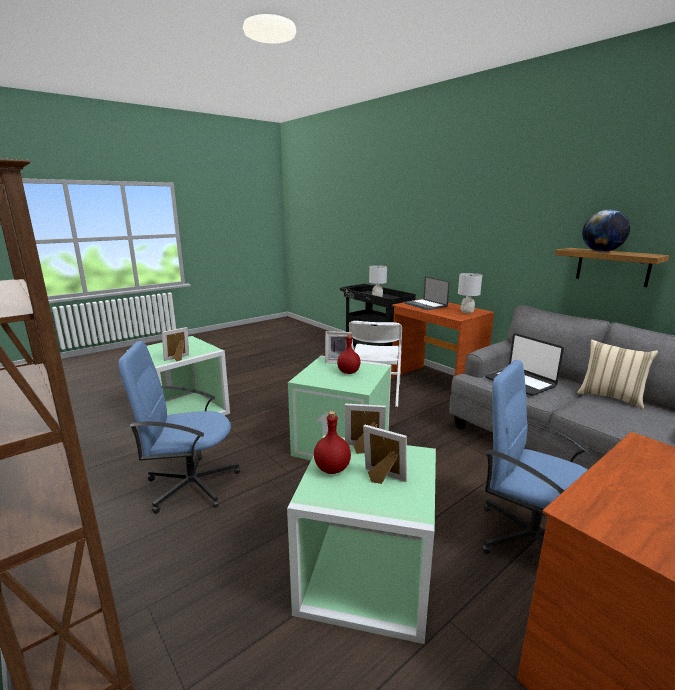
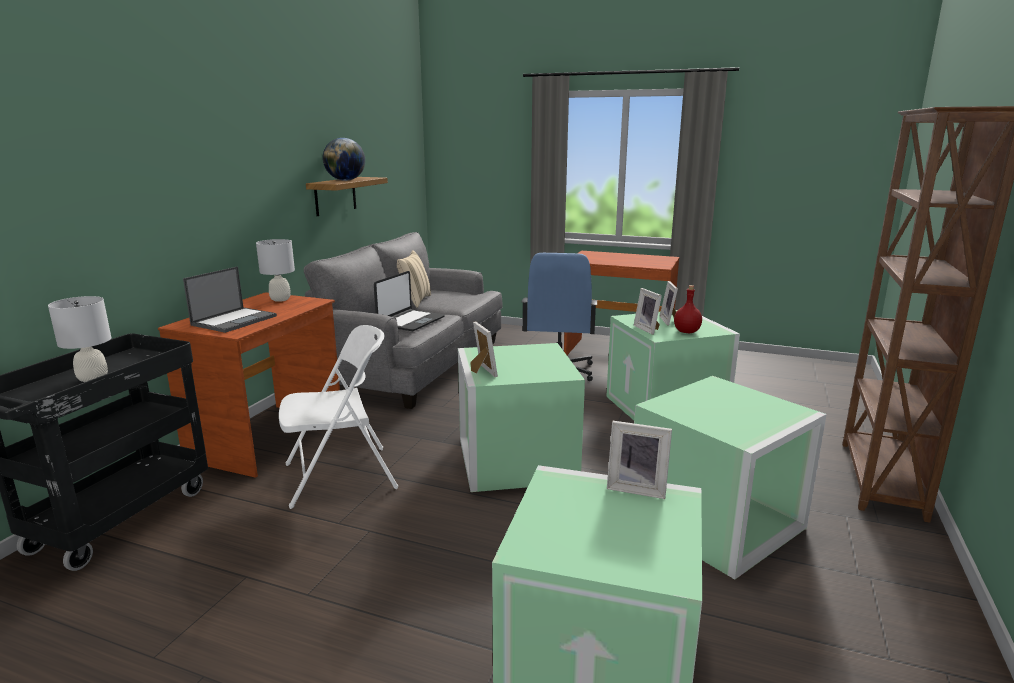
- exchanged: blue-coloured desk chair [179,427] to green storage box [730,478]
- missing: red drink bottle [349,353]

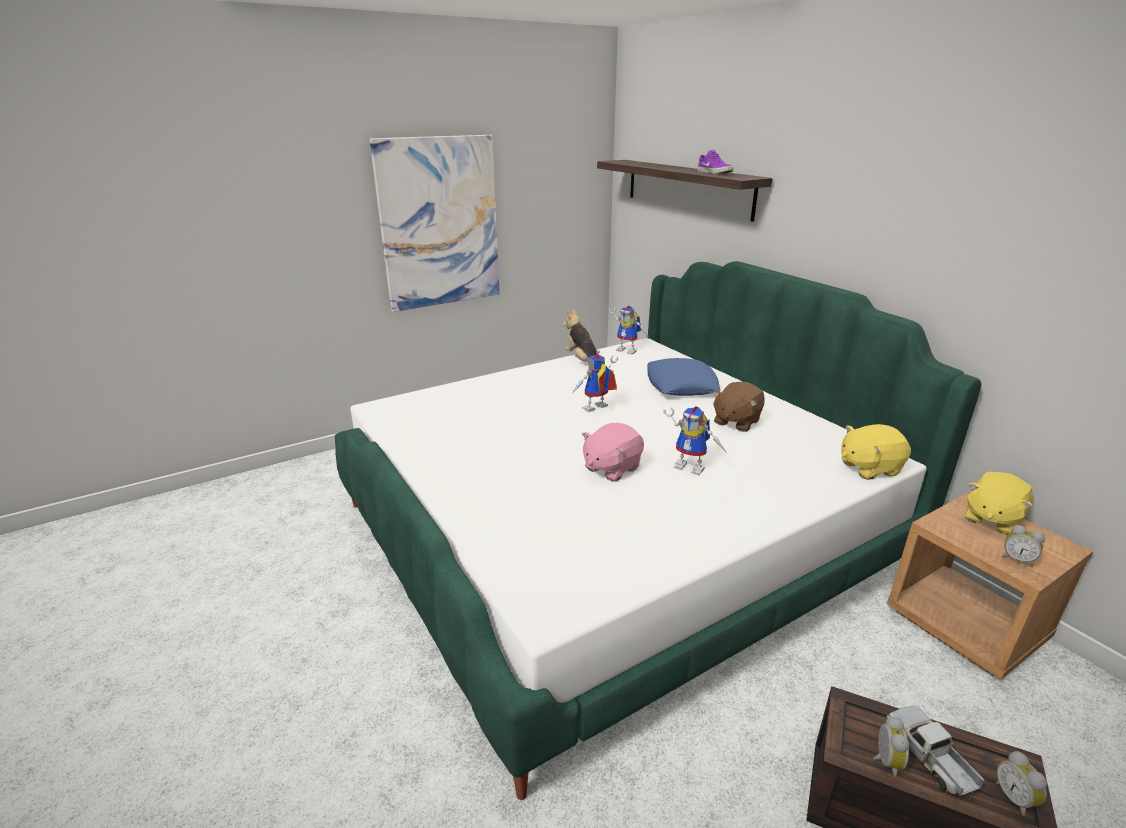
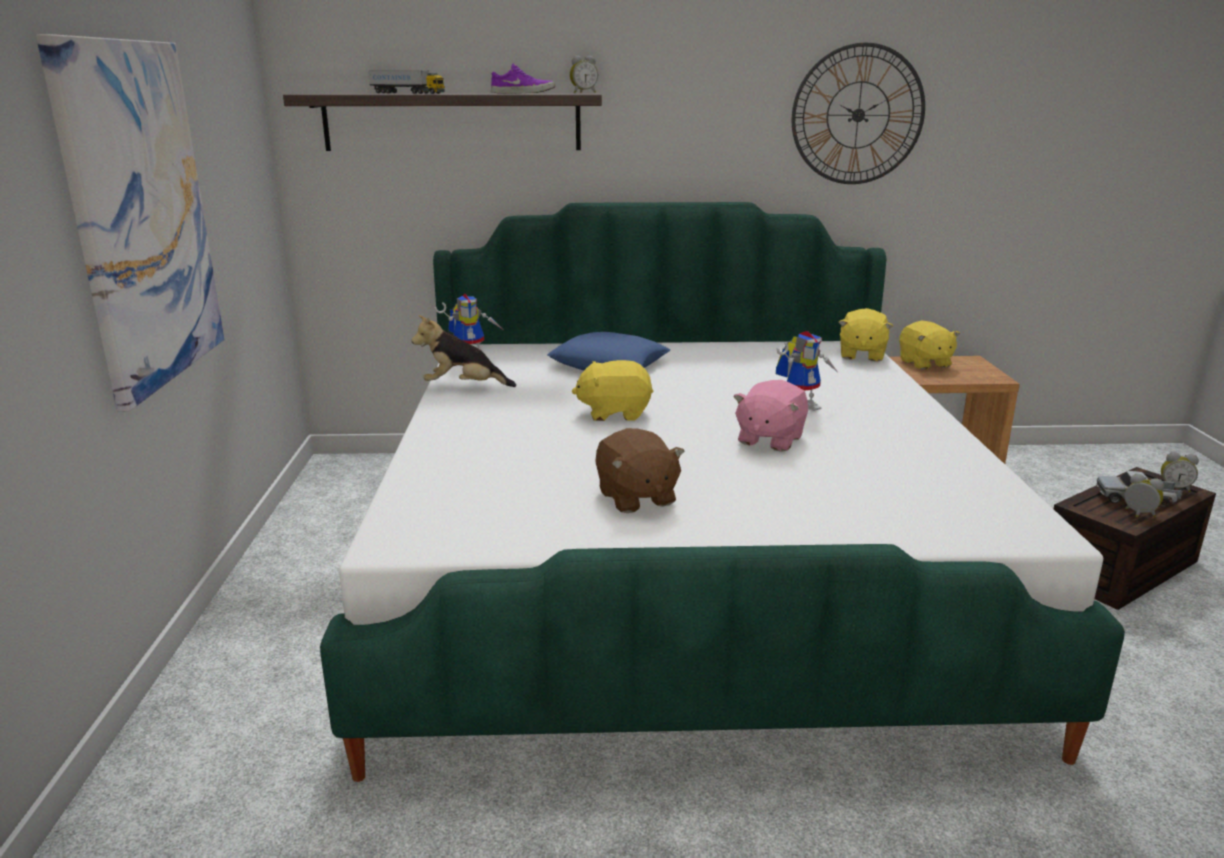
- appeared: toy truck [406,82]
- relocated: bedside clock [1023,546] to [584,74]
- exchanged: robot figure [594,383] to yellow-coloured plush toy [612,390]
- relocated: brown-coloured plush toy [739,407] to [640,470]
- spun: pink-coloured plush toy [613,452] = [770,416] 45 degrees clockwise
- appeared: wall clock [858,113]

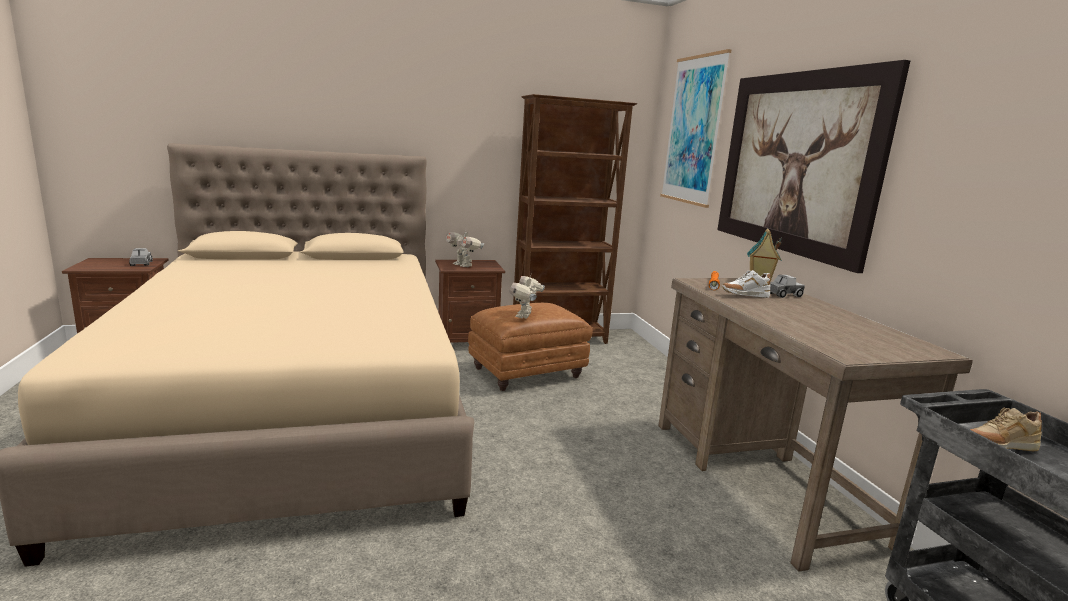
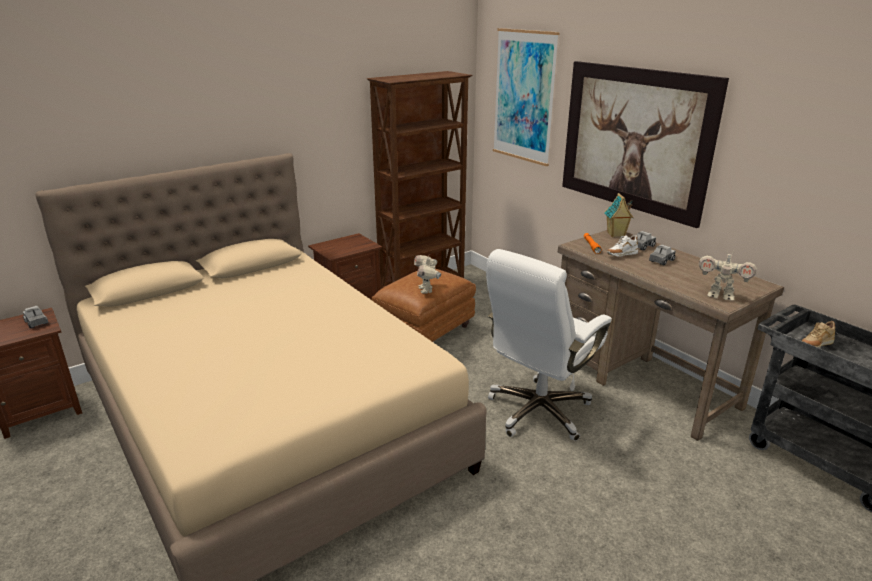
- appeared: whitish desk chair [549,345]
- appeared: toy truck [662,254]
- relocated: robot figure [465,248] to [728,275]

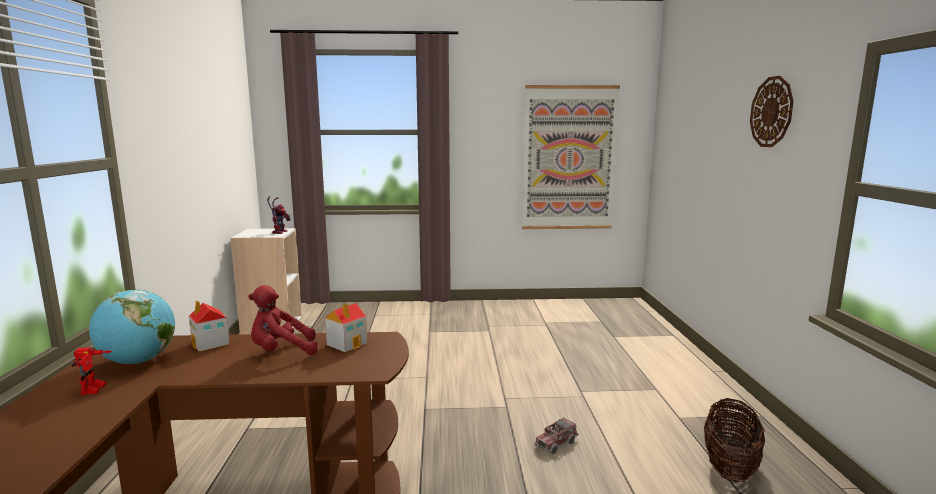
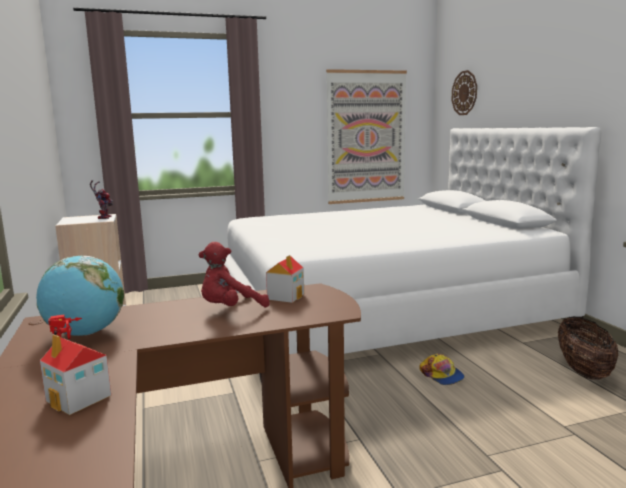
- relocated: toy house [209,325] to [75,375]
- appeared: whitish bedroom bed [412,253]
- exchanged: toy truck [557,435] to cap [442,369]
- relocated: wall clock [772,111] to [464,92]

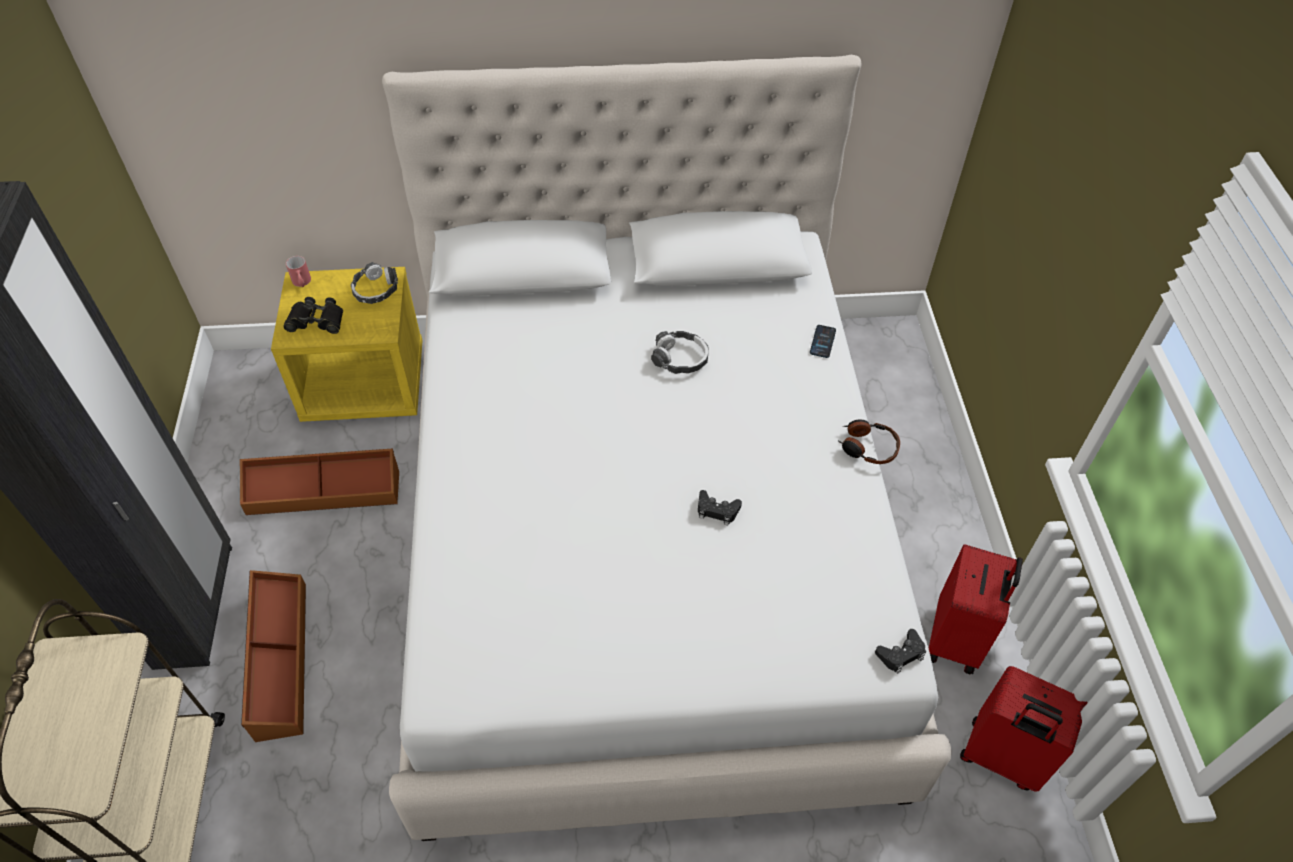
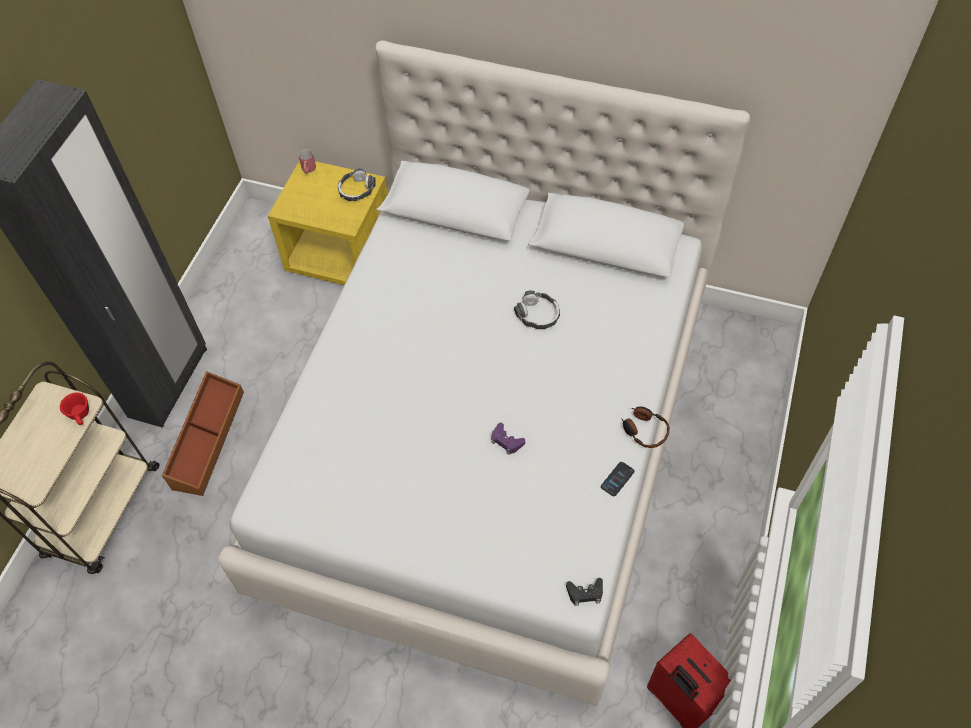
- appeared: red small cup [74,408]
- colour: black joypad [720,507] to purplish joypad [508,439]
- relocated: phone [823,341] to [618,479]
- missing: brown-coloured storage box [319,481]
- missing: black binoculars [313,315]
- missing: red piece of luggage [976,609]

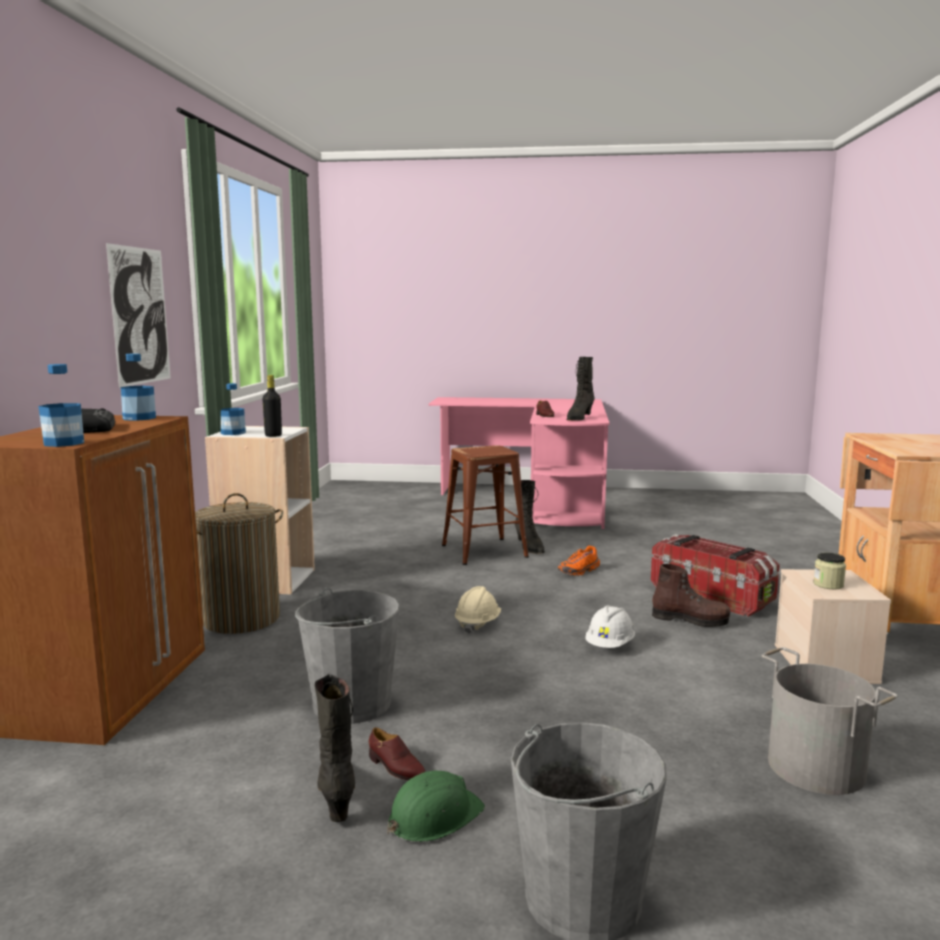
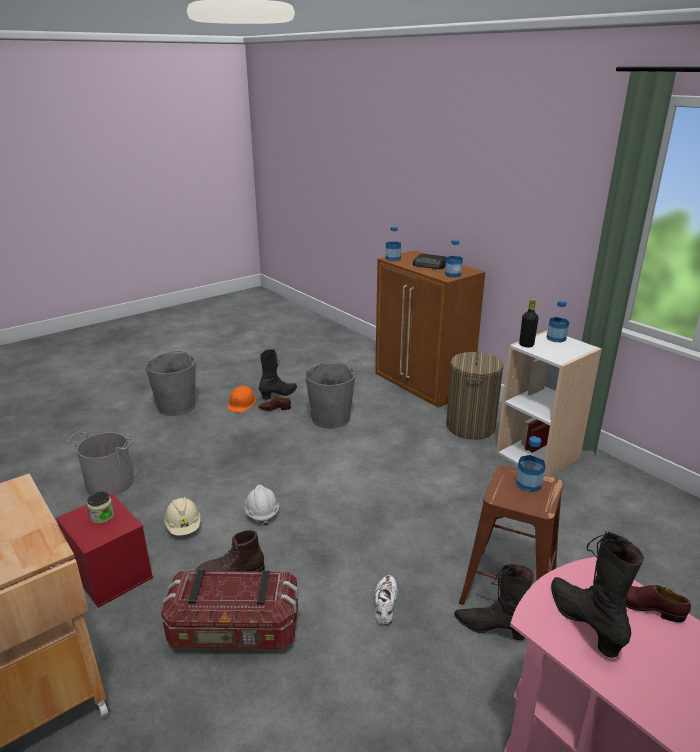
- colour: beige-coloured storage box [833,626] to red storage box [104,551]
- relocated: beige-coloured safety helmet [478,610] to [182,516]
- colour: green safety helmet [436,806] to orangey safety helmet [242,399]
- spun: black tall boot [335,748] = [278,374] 75 degrees counterclockwise
- colour: orangey low shoe [579,561] to whitish low shoe [386,600]
- appeared: drink bottle [531,464]
- missing: wall art [138,315]

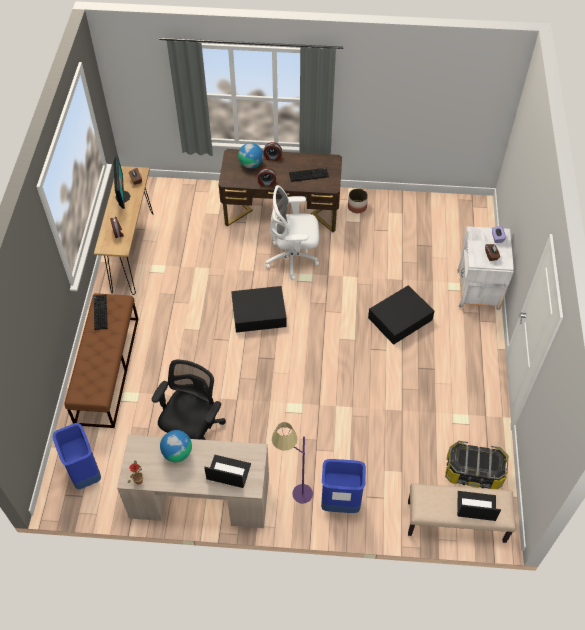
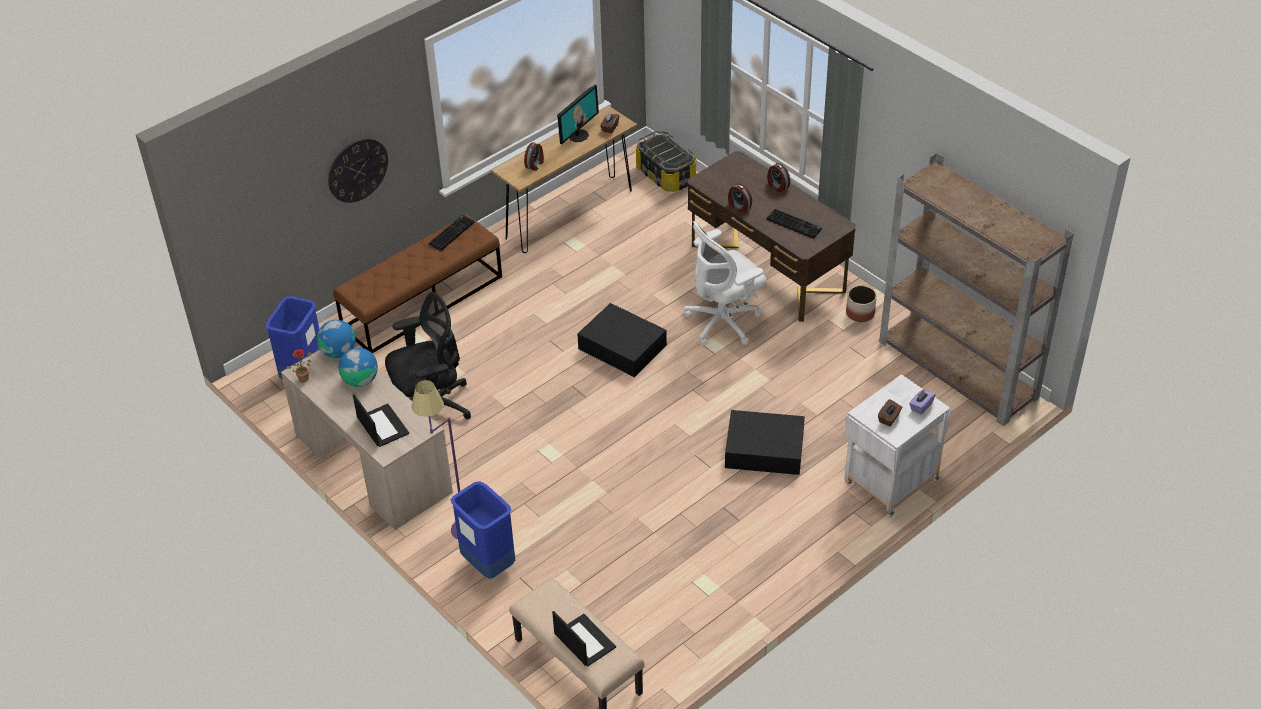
- relocated: world globe [250,155] to [336,339]
- appeared: wall clock [358,170]
- relocated: storage box [476,465] to [666,161]
- spun: whitish desk chair [292,232] = [725,283] 75 degrees counterclockwise
- appeared: brown-coloured shelving unit [976,289]

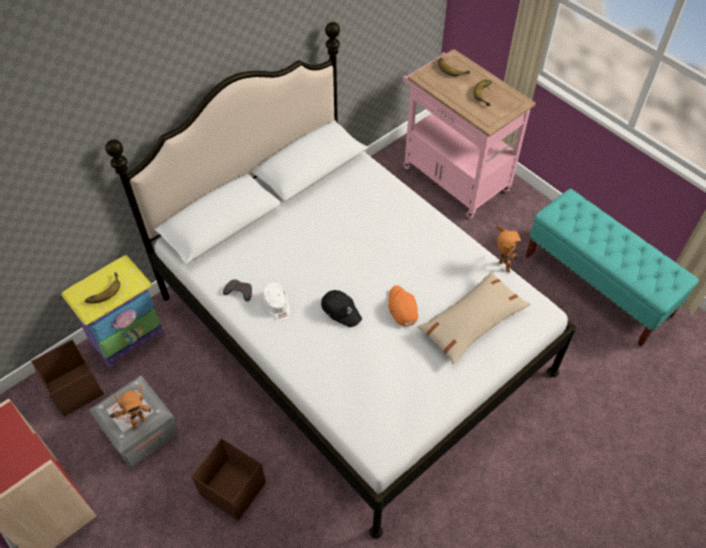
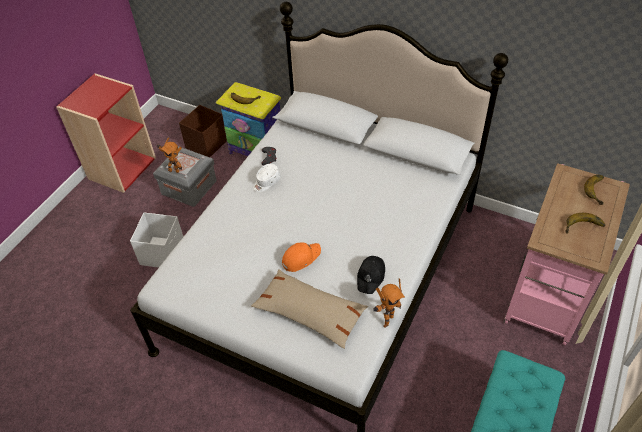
- colour: brown-coloured storage box [229,479] to whitish storage box [156,240]
- relocated: black cap [341,308] to [371,275]

